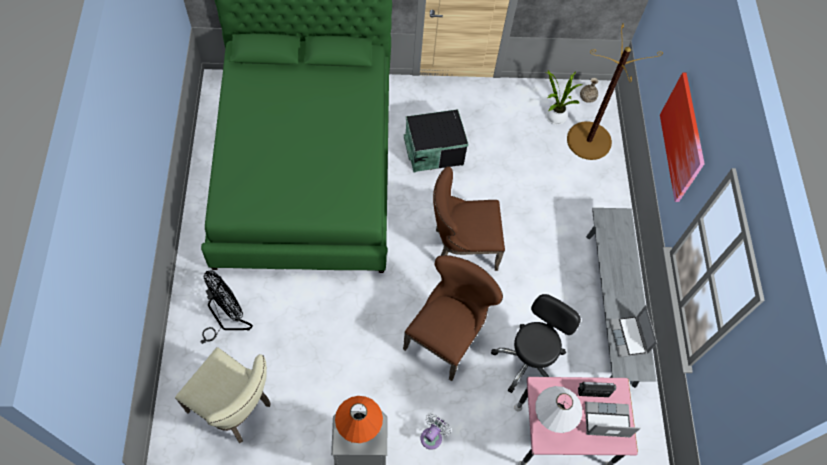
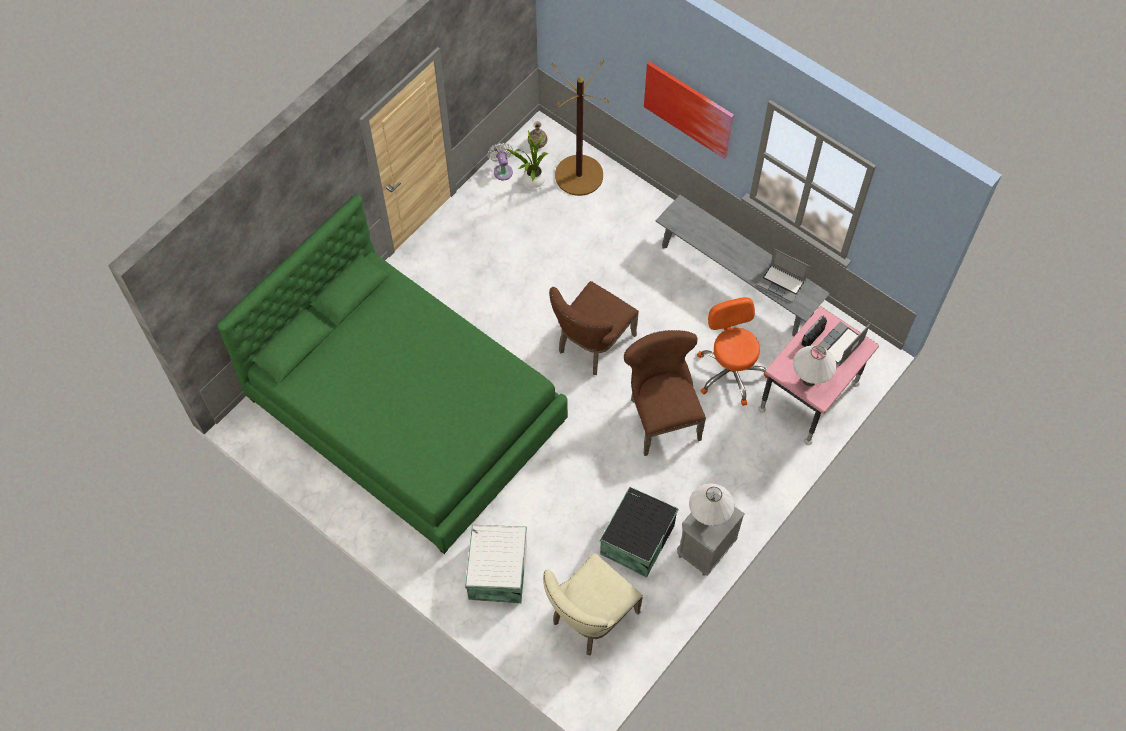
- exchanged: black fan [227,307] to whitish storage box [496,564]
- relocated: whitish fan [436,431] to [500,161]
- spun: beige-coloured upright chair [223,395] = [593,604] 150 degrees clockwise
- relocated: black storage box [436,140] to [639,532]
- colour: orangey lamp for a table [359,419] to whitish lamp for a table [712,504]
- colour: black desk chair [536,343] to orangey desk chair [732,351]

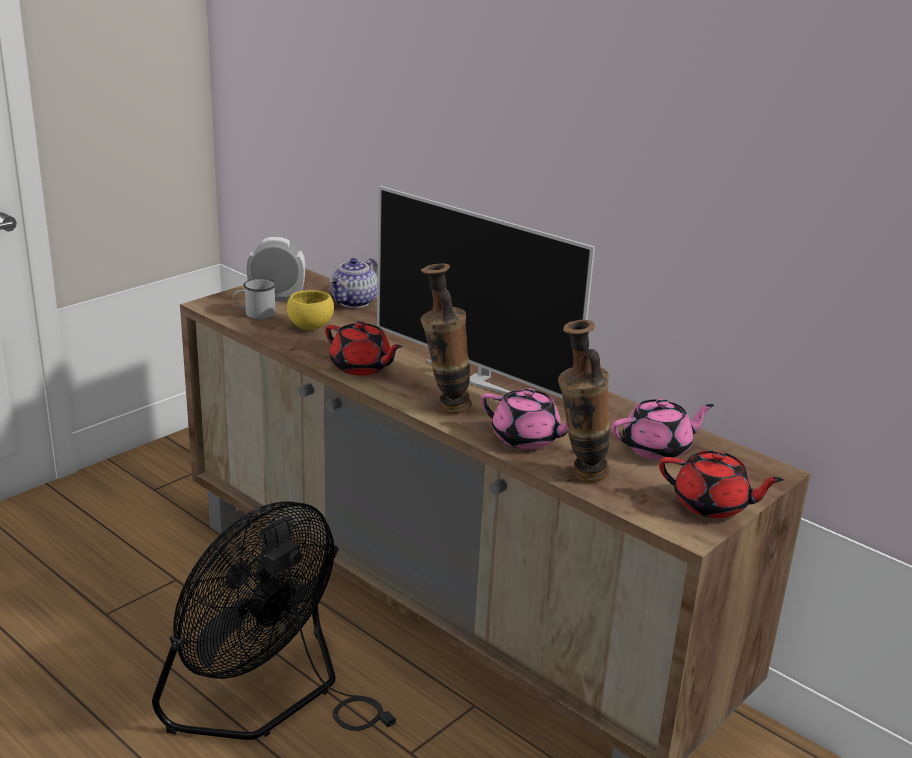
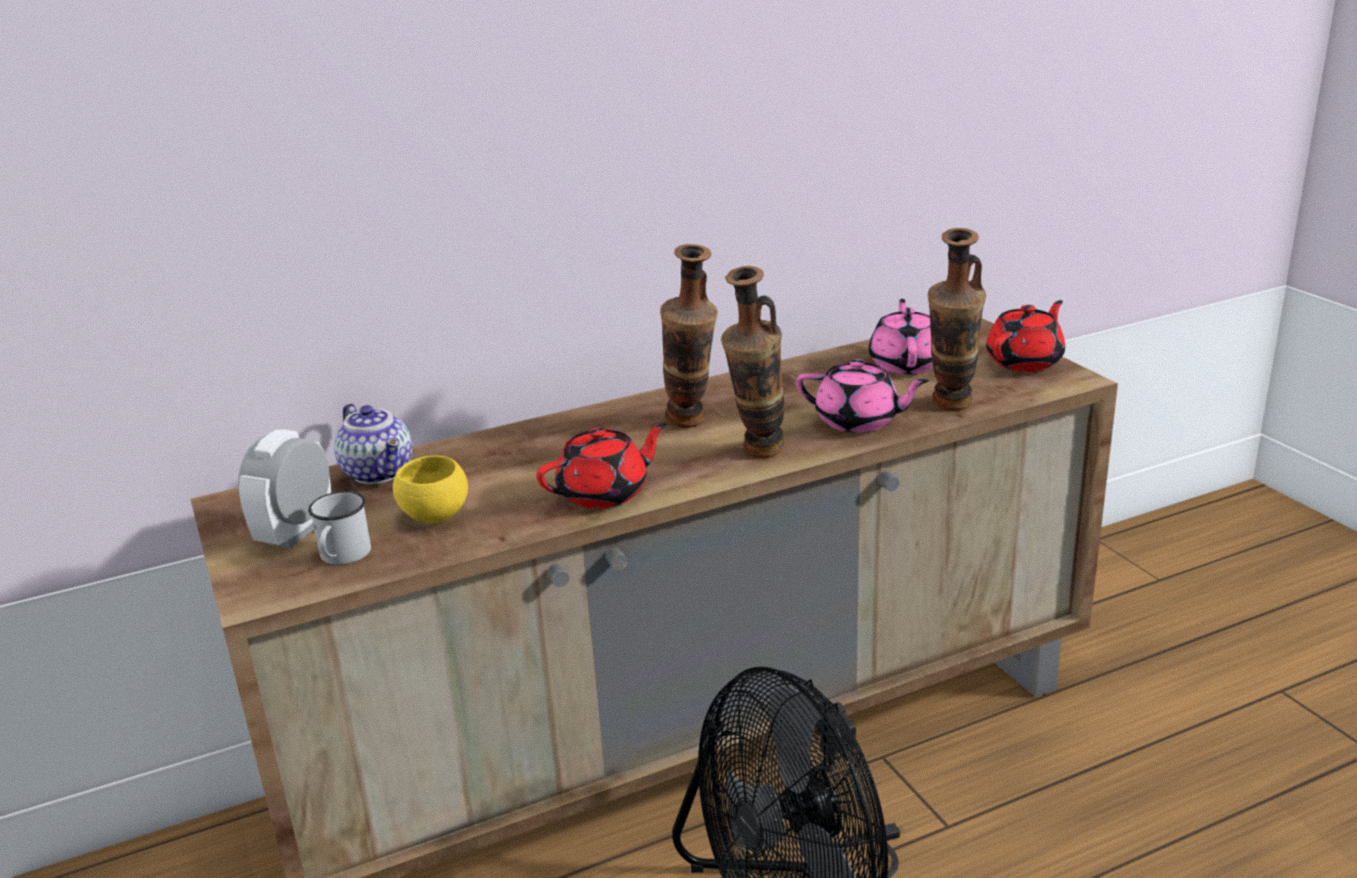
- exchanged: television [486,292] to flower vase [689,336]
- spun: pink-coloured teapot [524,418] = [862,395] 60 degrees clockwise

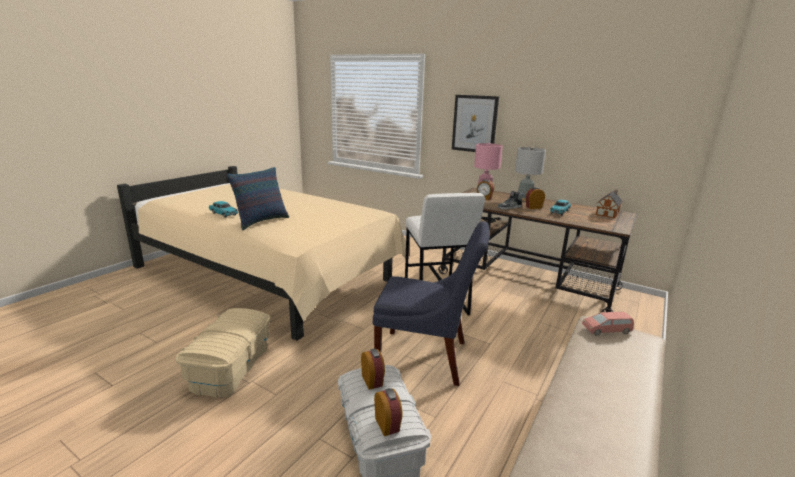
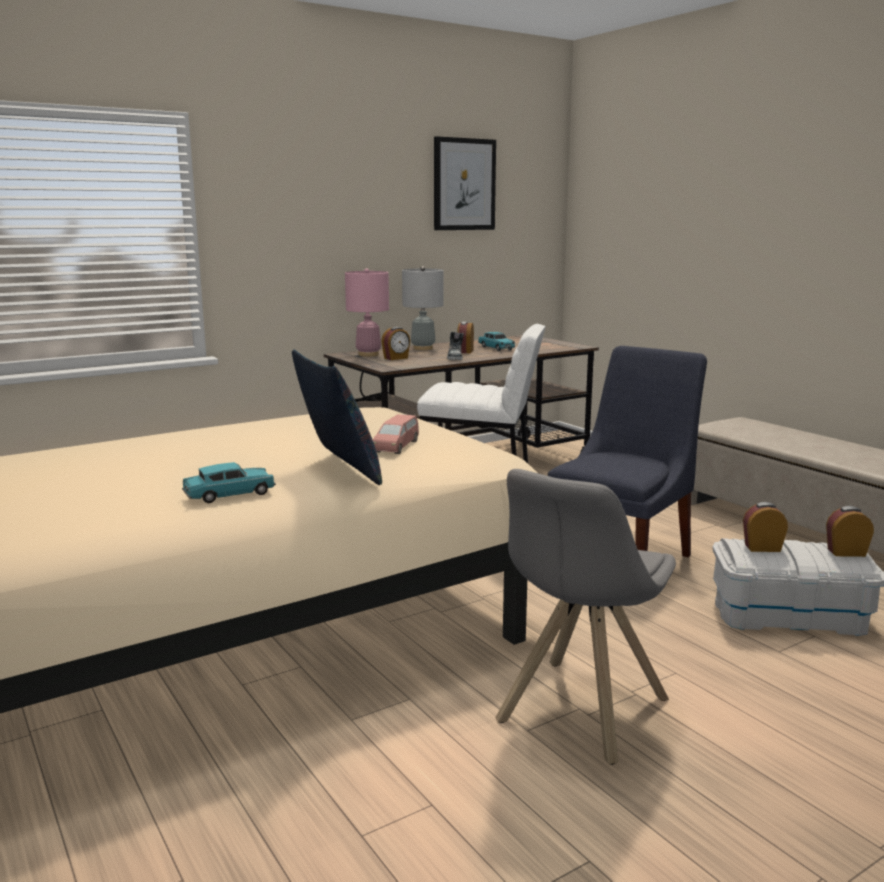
- relocated: pink-coloured model car [608,324] to [396,434]
- relocated: wall art [475,123] to [465,183]
- exchanged: beige-coloured storage box [223,353] to gray upright chair [585,617]
- missing: toy house [609,204]

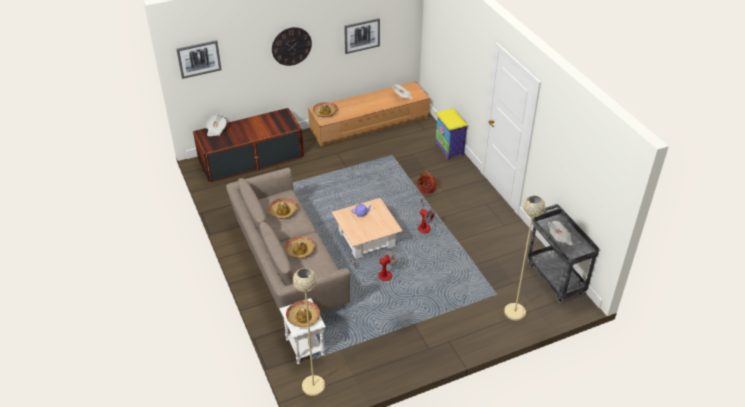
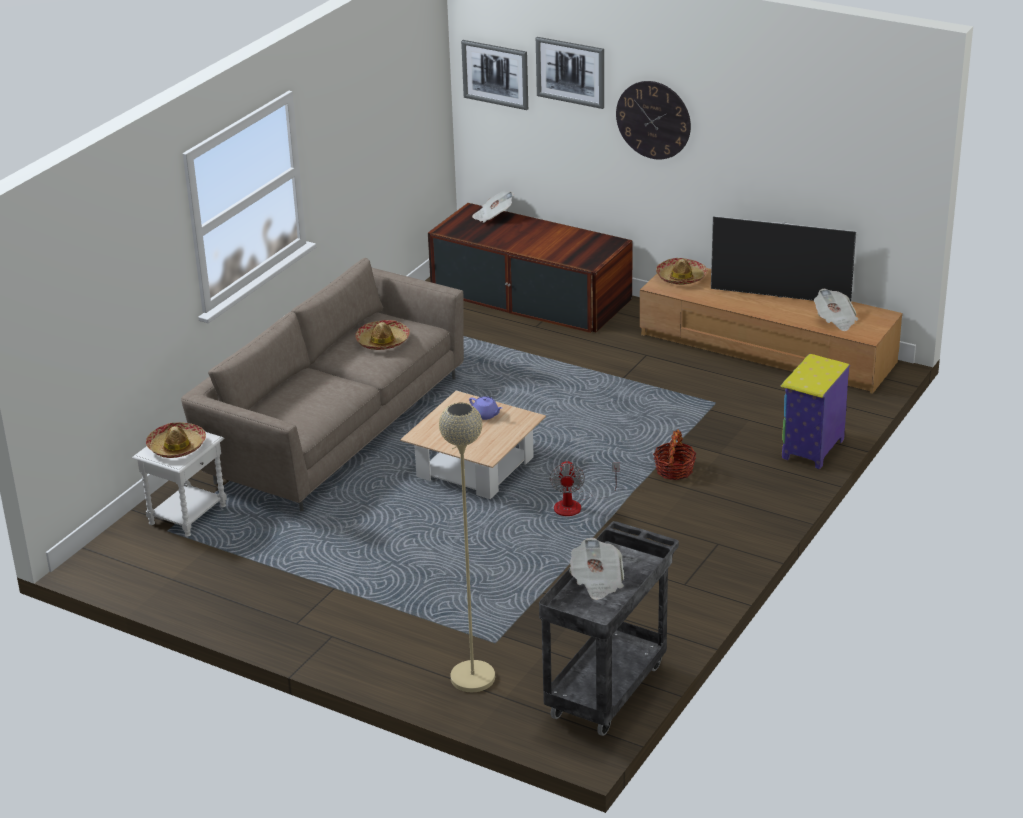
- relocated: wall art [362,36] to [570,73]
- appeared: television [783,258]
- missing: hat [300,247]
- missing: beige-coloured standard lamp [309,332]
- missing: fan [374,265]

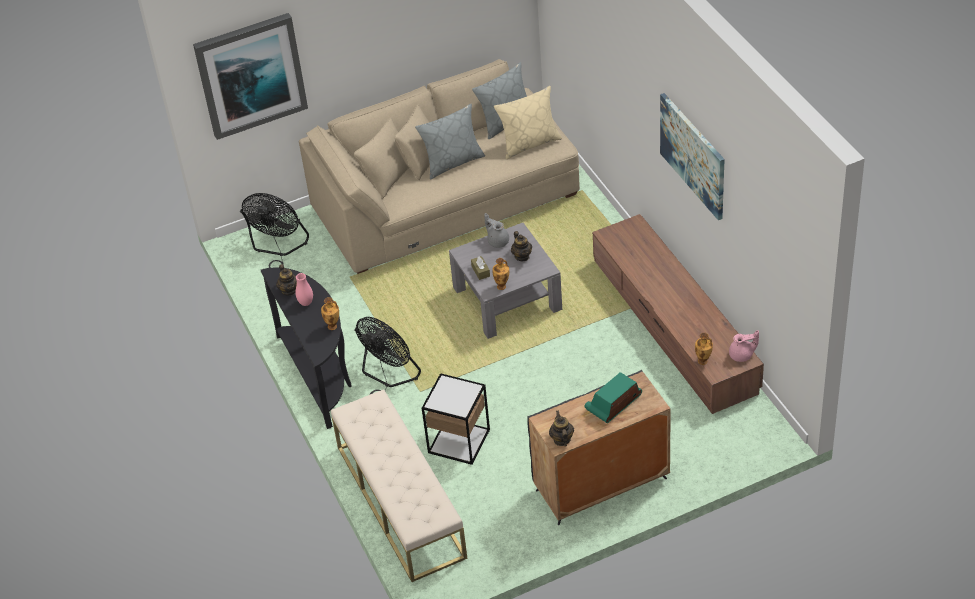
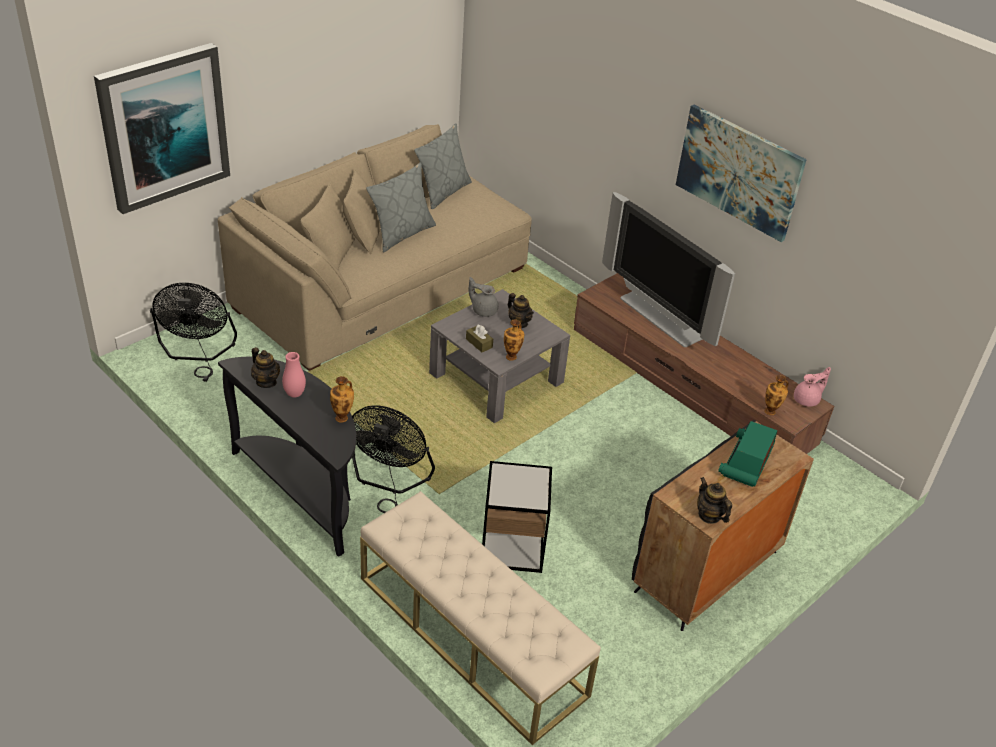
- appeared: television [668,269]
- missing: beige-coloured throw pillow [528,122]

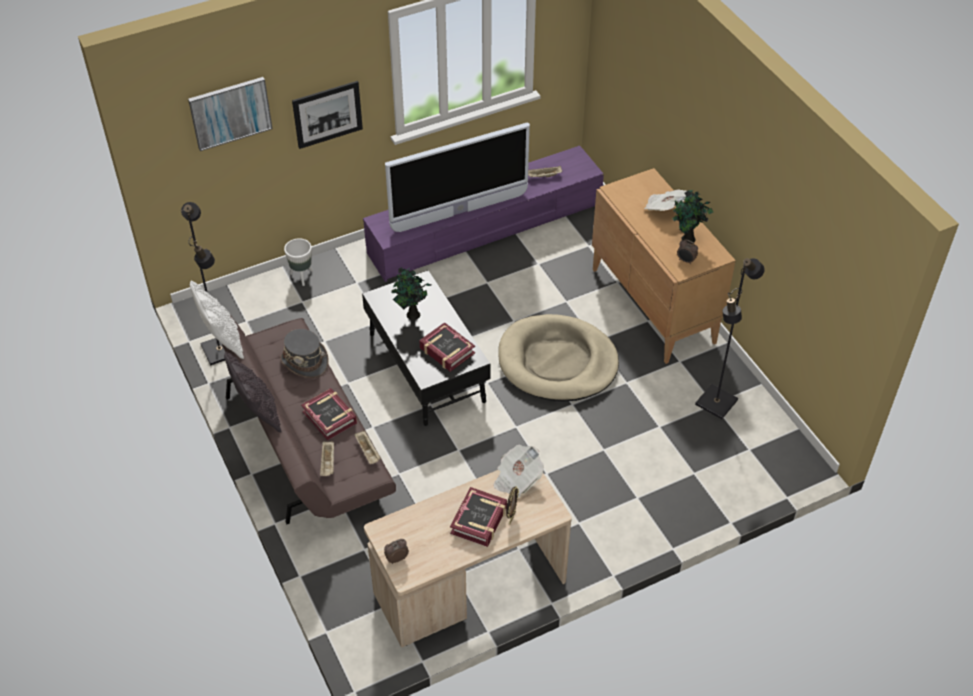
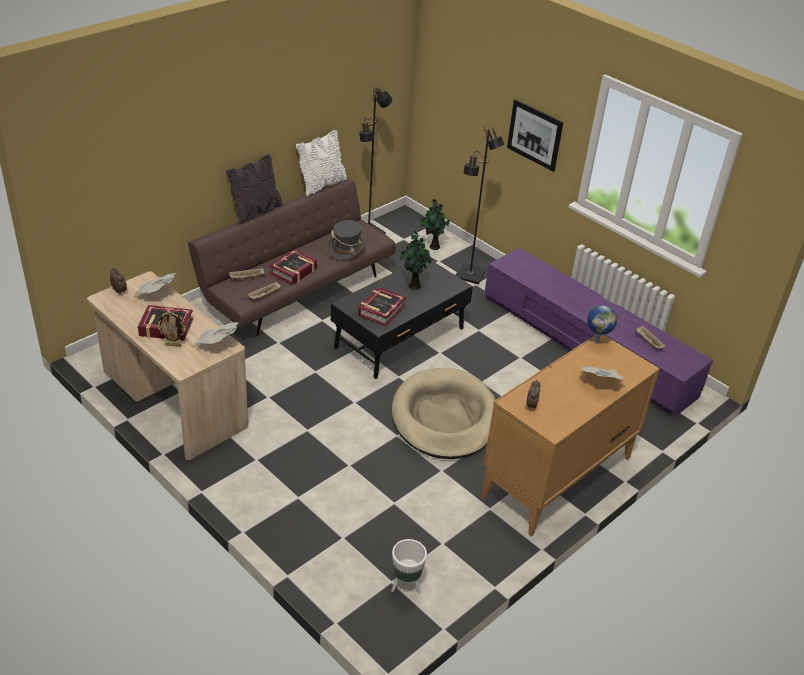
- appeared: printed paper [155,284]
- relocated: whitish flower pot [298,262] to [409,566]
- relocated: potted plant [692,217] to [435,224]
- relocated: black standard lamp [730,338] to [480,204]
- appeared: world globe [602,324]
- missing: wall art [230,114]
- missing: television [457,177]

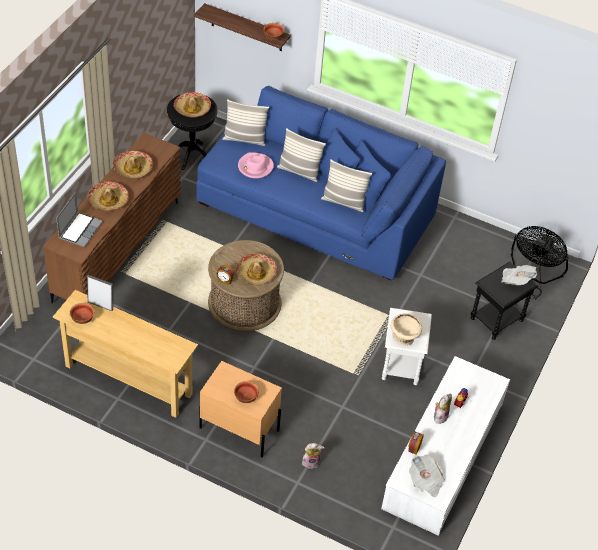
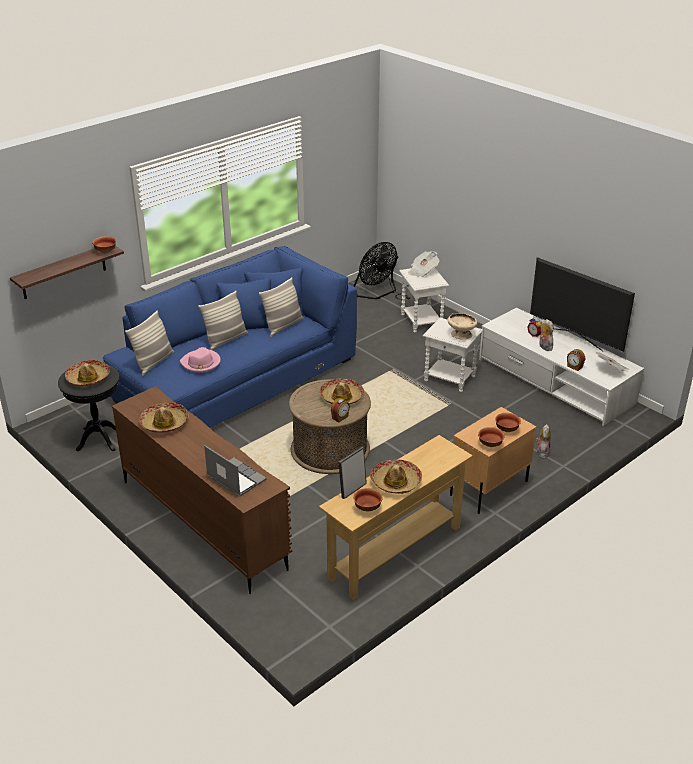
- relocated: hat [108,196] to [396,477]
- colour: black accent table [504,301] to whitish accent table [424,300]
- appeared: bowl [491,437]
- appeared: television [582,304]

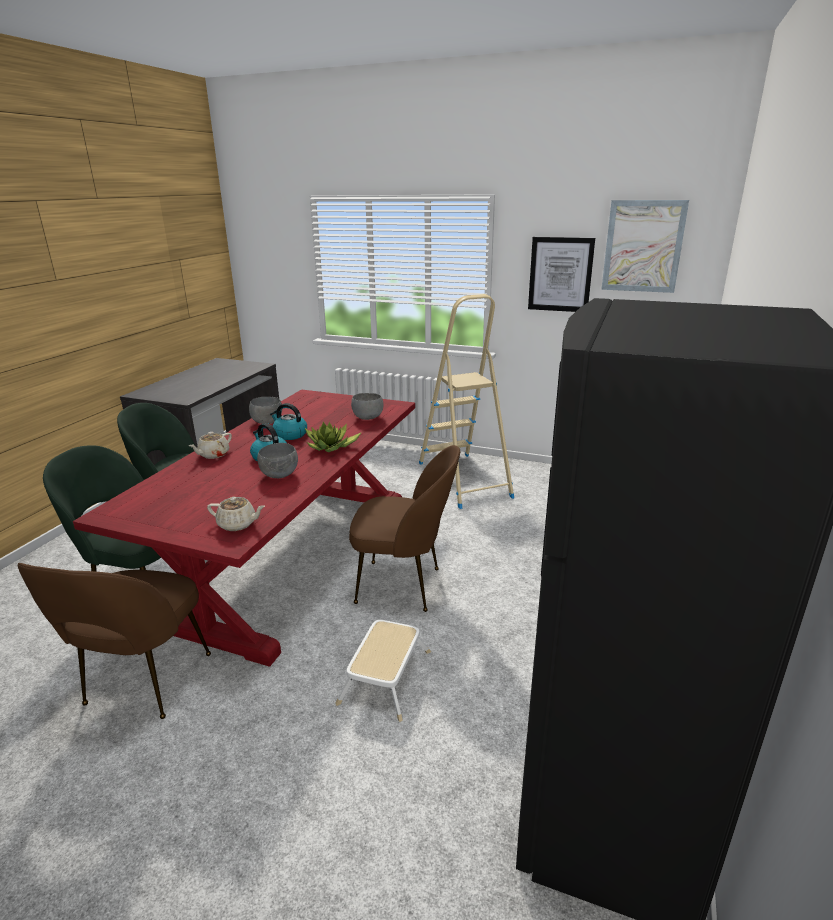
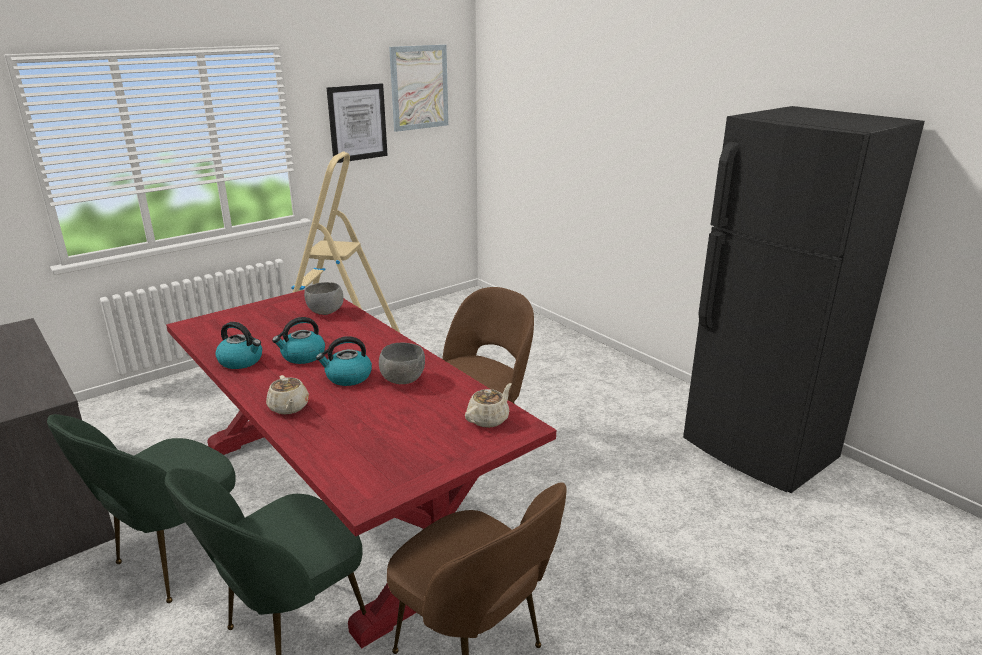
- exchanged: gray bowl [265,410] to water kettle [238,345]
- missing: potted plant [333,437]
- missing: beige-coloured step stool [383,671]

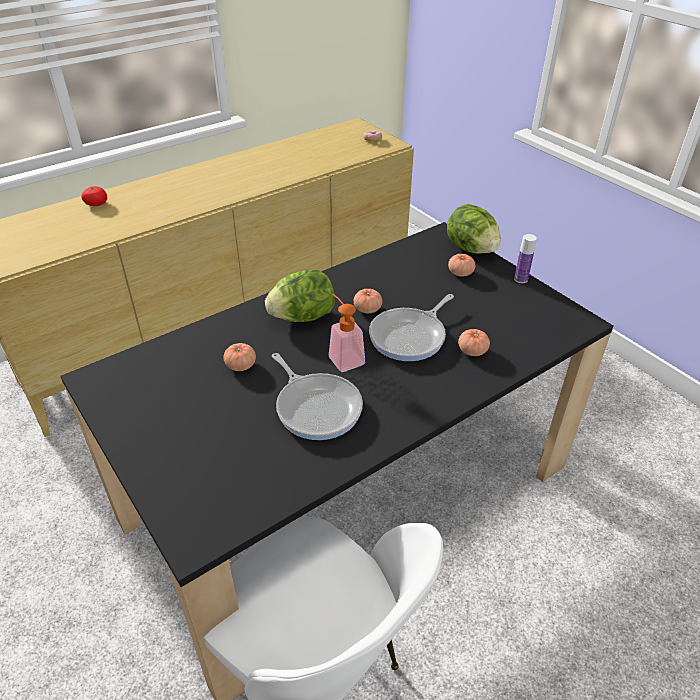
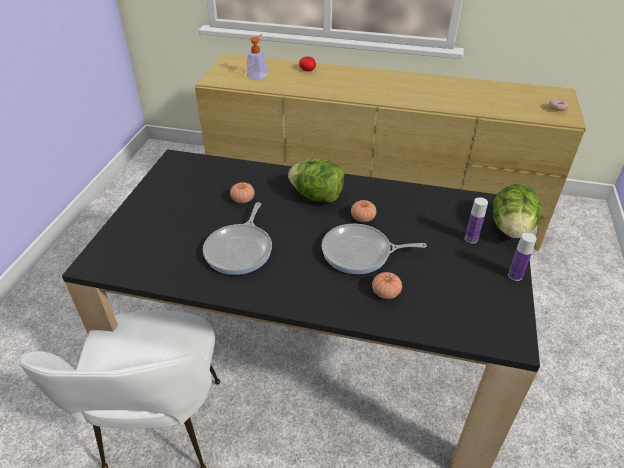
- relocated: liquid soap bottle [347,333] to [257,57]
- exchanged: whole tomato [461,265] to drink bottle [476,220]

